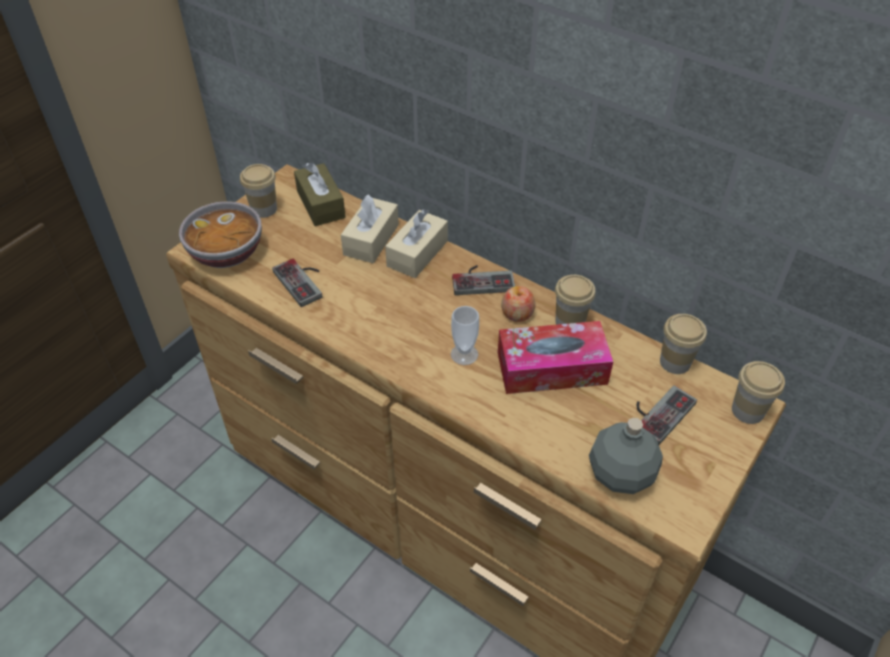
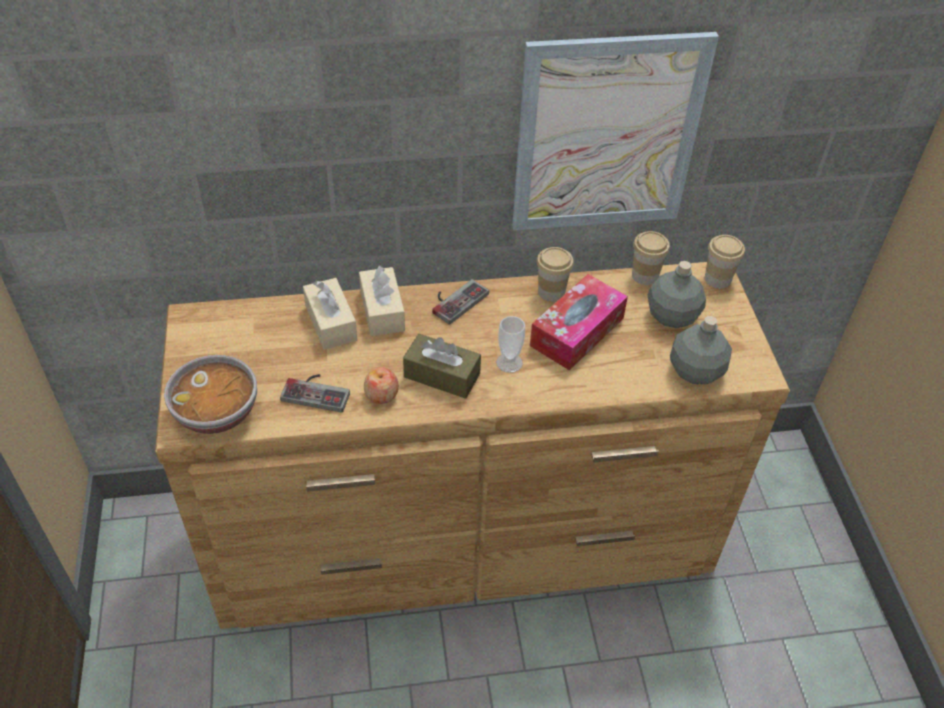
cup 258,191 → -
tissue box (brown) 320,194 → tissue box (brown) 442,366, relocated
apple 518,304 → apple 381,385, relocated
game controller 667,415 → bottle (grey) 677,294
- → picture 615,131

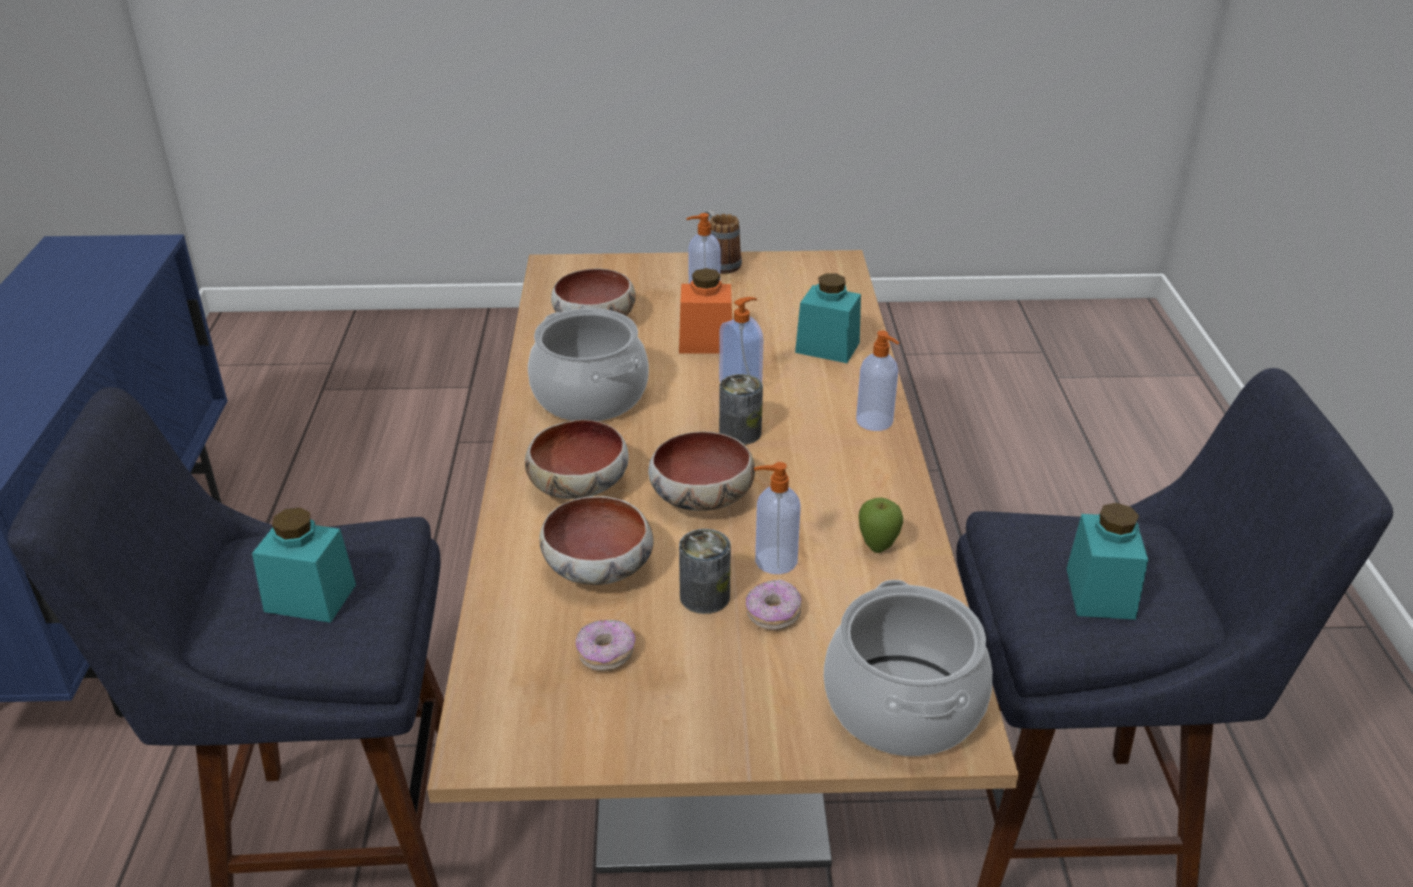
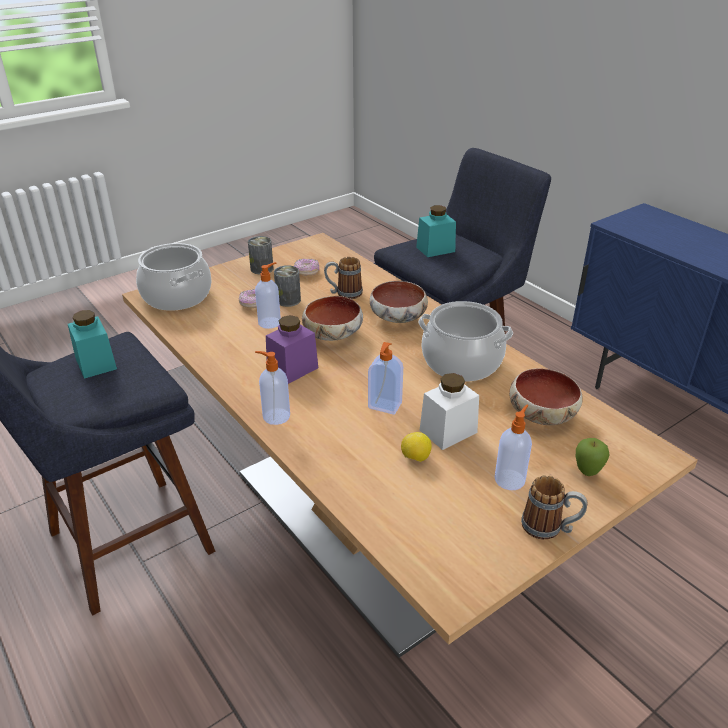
bowl 596,540 → mug 343,278
jar (orange) 705,311 → jar (white) 449,411
can 741,409 → can 261,255, relocated
jar (turquoise) 828,318 → -
apple 881,525 → apple 593,457, relocated
- → jar (purple) 292,349
- → lemon 416,447

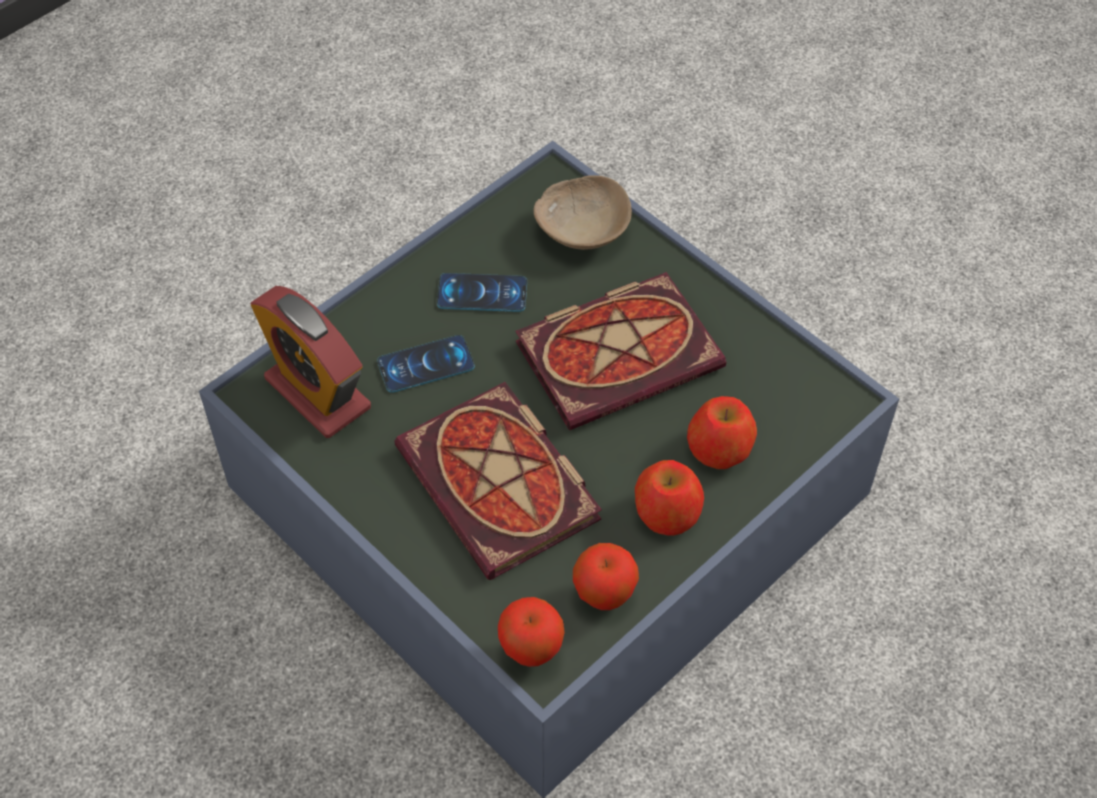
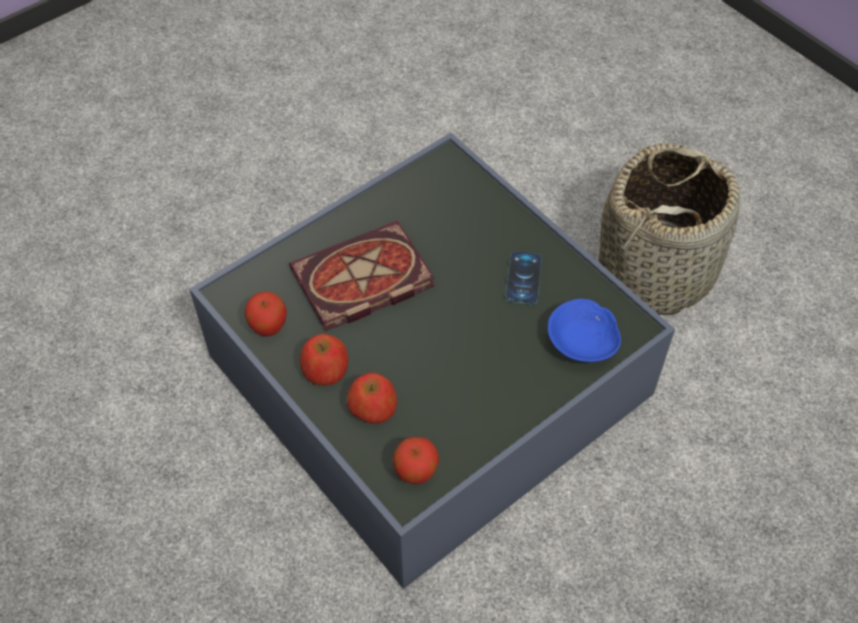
alarm clock 311,362 → -
phone 426,363 → -
apple 531,632 → apple 416,460, relocated
book 620,351 → -
bowl (beige) 583,212 → bowl (blue) 584,330
- → basket 669,229

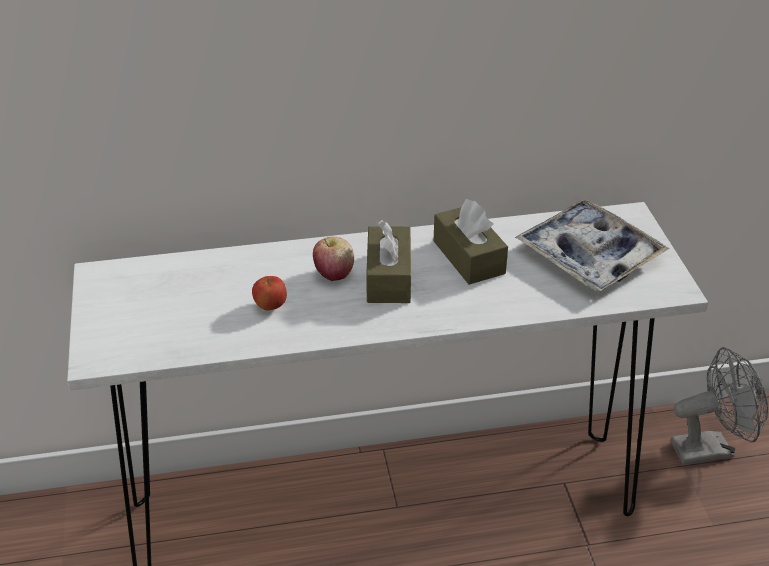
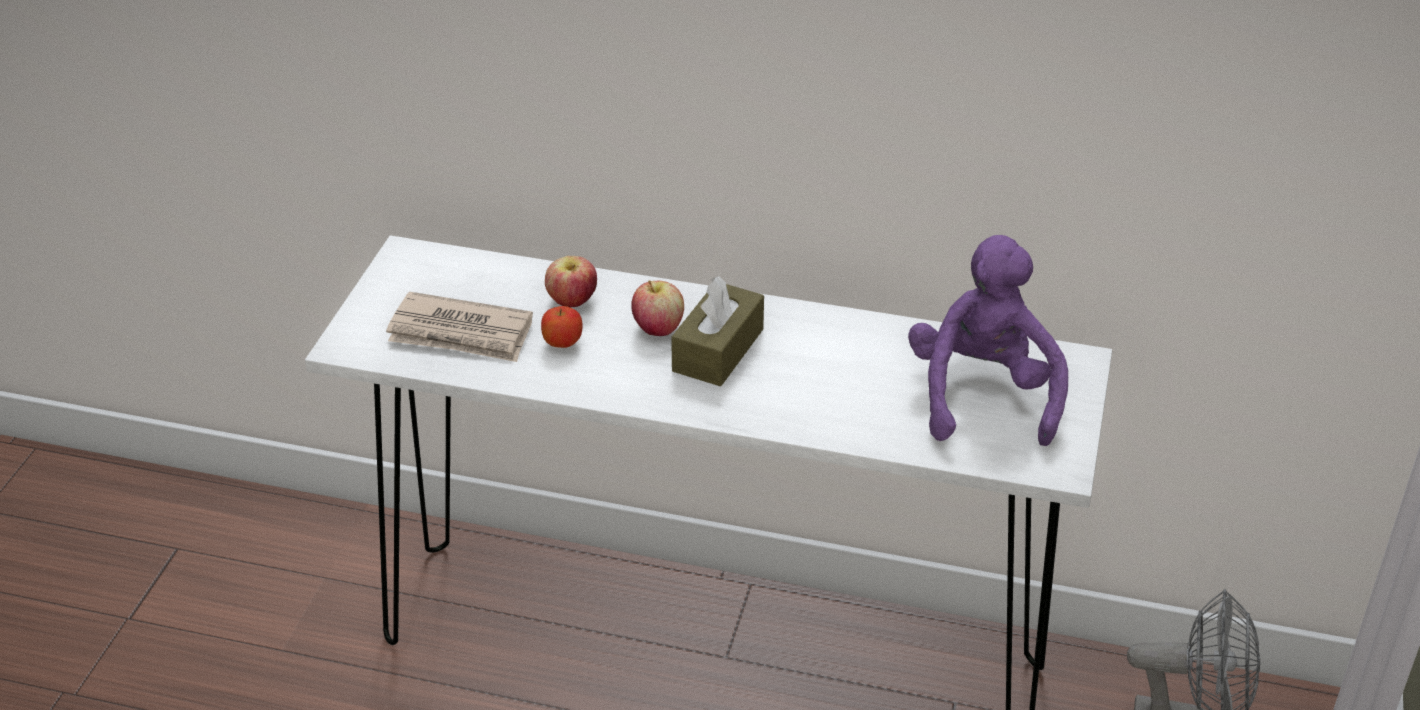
tissue box (brown) 470,242 → -
tray 592,245 → plush toy (purple) 988,340
- → newspaper 459,327
- → apple 571,281

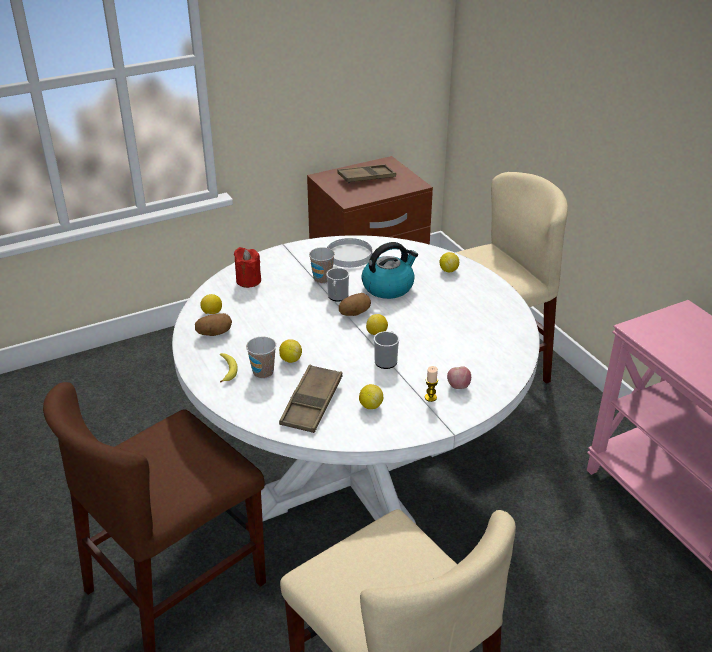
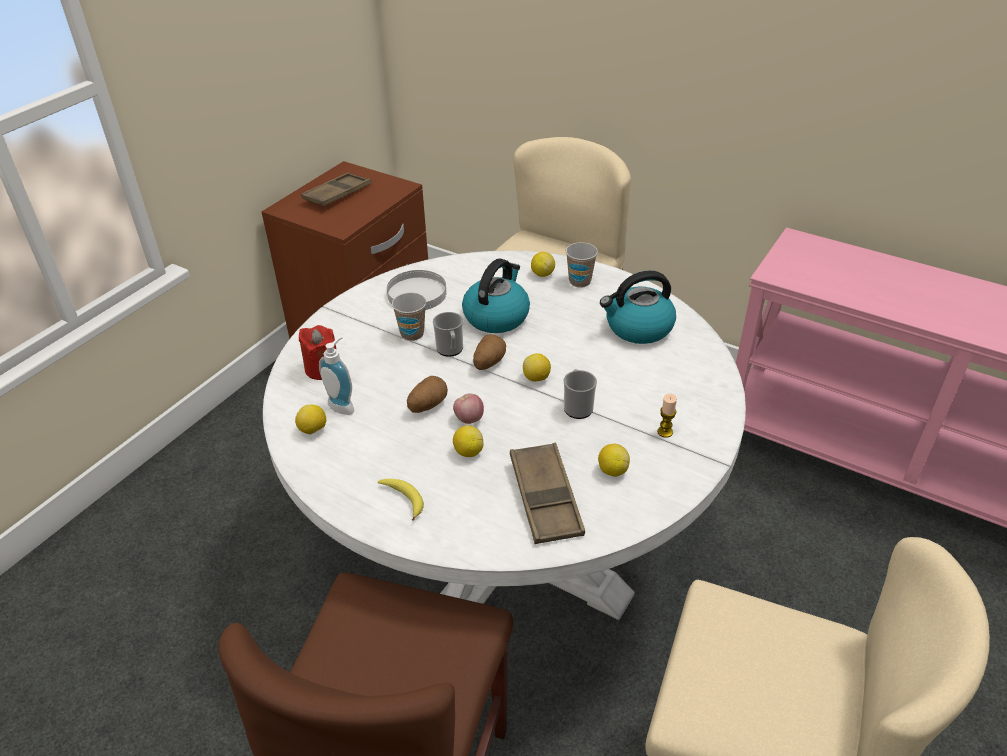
potato 213,324 → potato 427,394, relocated
cup 261,357 → cup 582,265, relocated
apple 459,377 → apple 468,408, relocated
- → soap dispenser 336,376
- → kettle 638,307

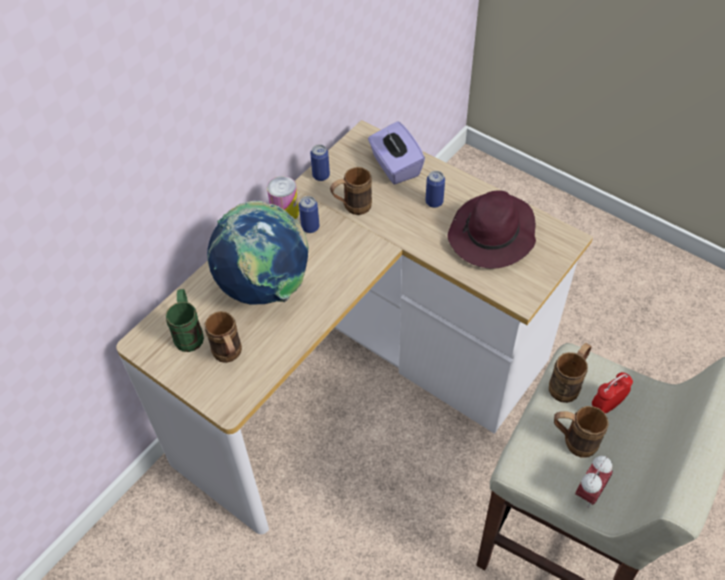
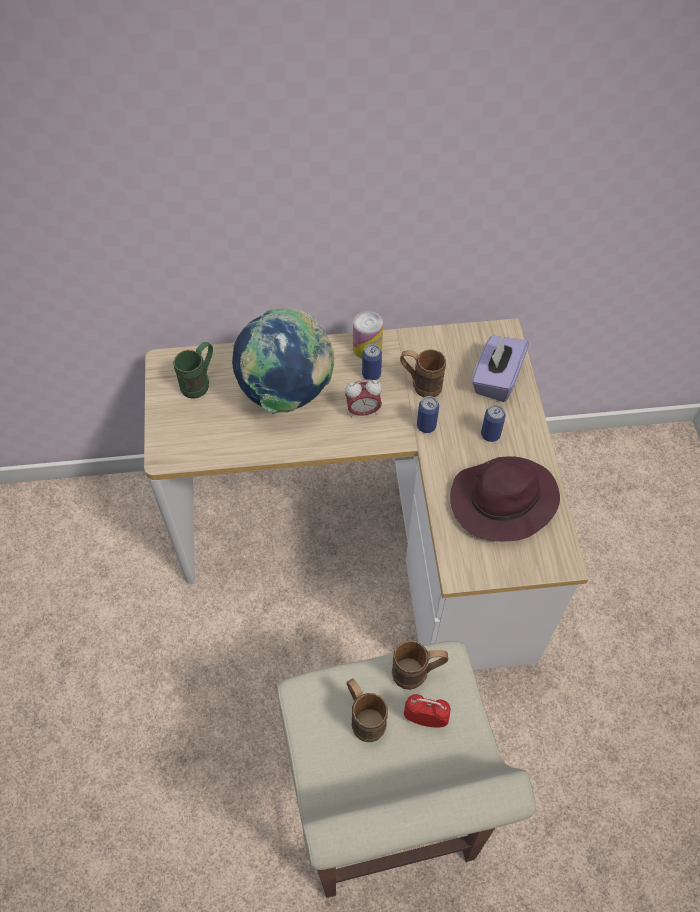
mug (brown) 223,337 → -
can 320,162 → can 428,414, relocated
alarm clock 594,482 → alarm clock 363,398, relocated

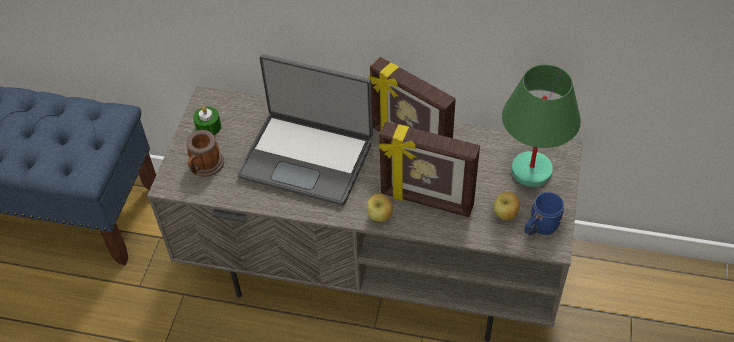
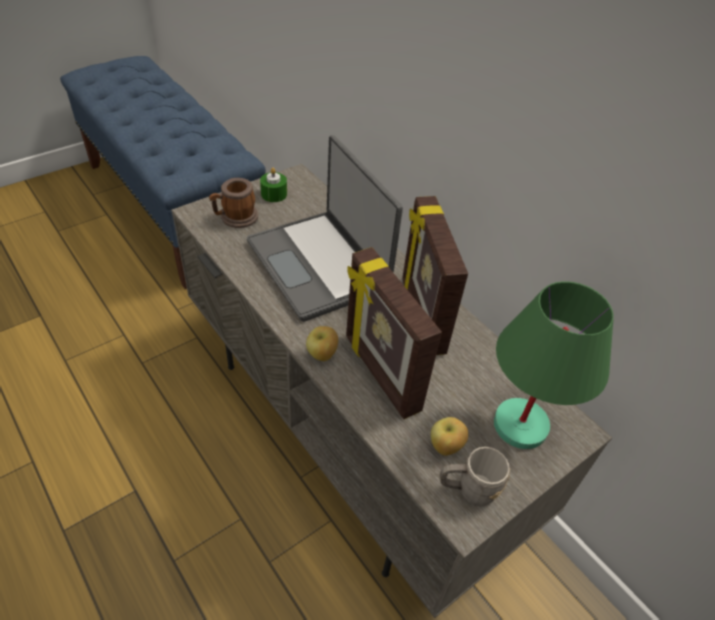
mug (blue) 544,213 → mug (grey) 475,476

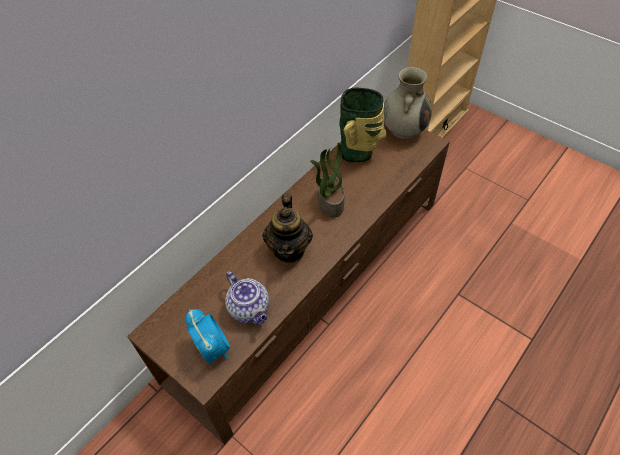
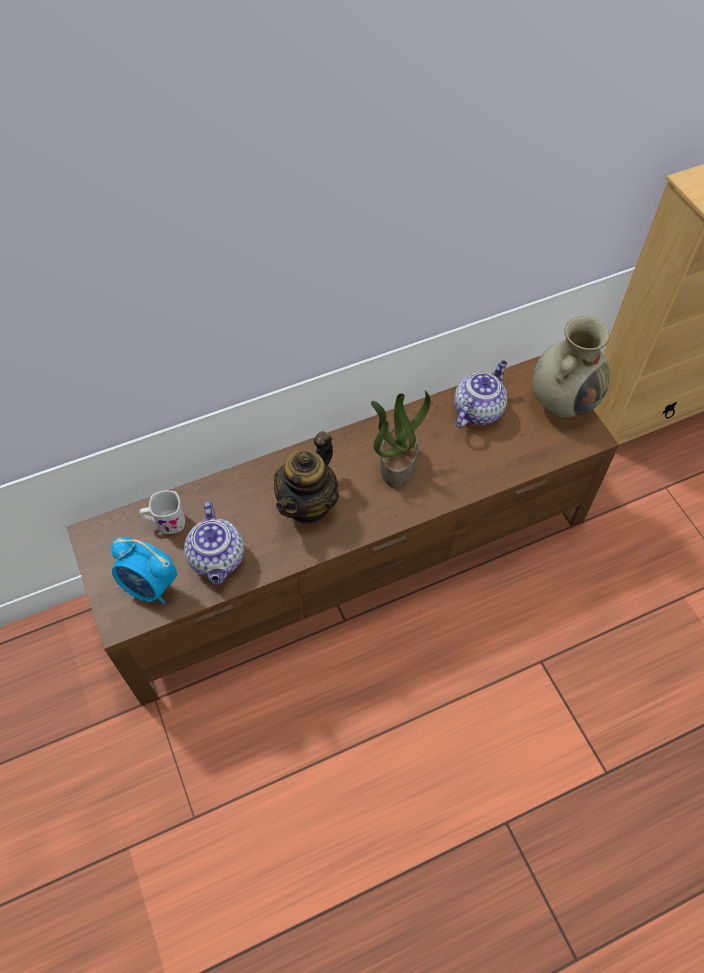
alarm clock 207,336 → alarm clock 144,570, 120 degrees clockwise
vase 363,125 → teapot 480,394
- → mug (white) 162,512

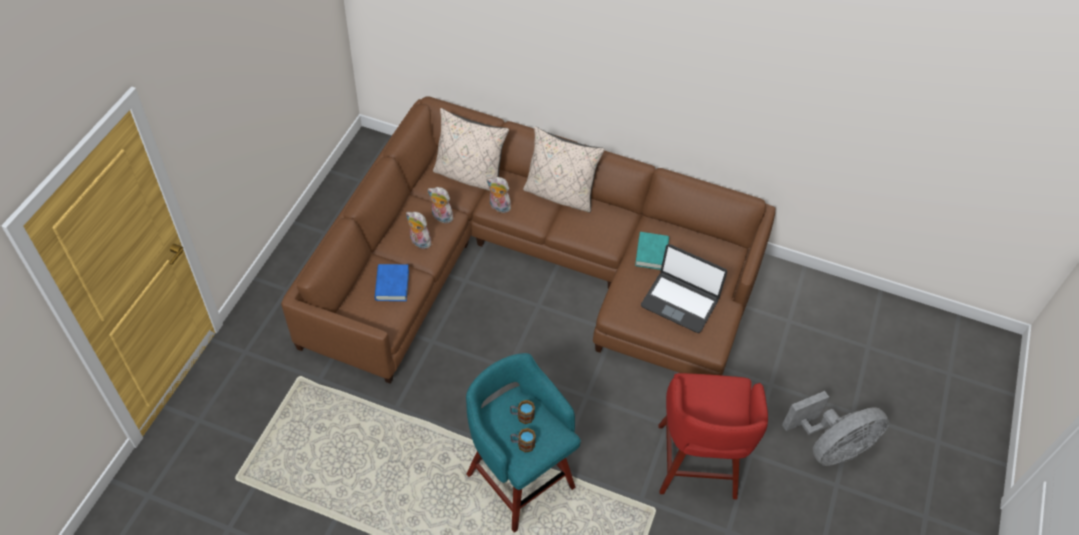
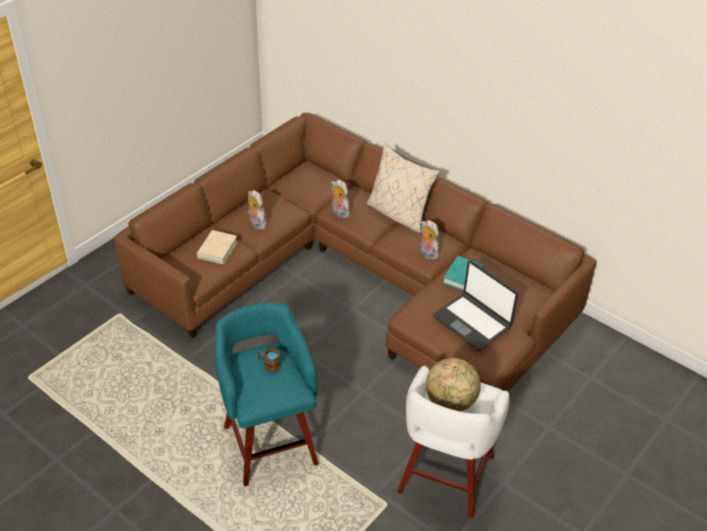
book (blue) 392,282 → book (beige) 217,247
plush toy 440,205 → plush toy 429,240, relocated
pillow (beige) 471,149 → -
mug 523,440 → -
stool (red) 713,436 → stool (white) 453,442
fan (grey) 835,428 → -
- → globe 453,385

